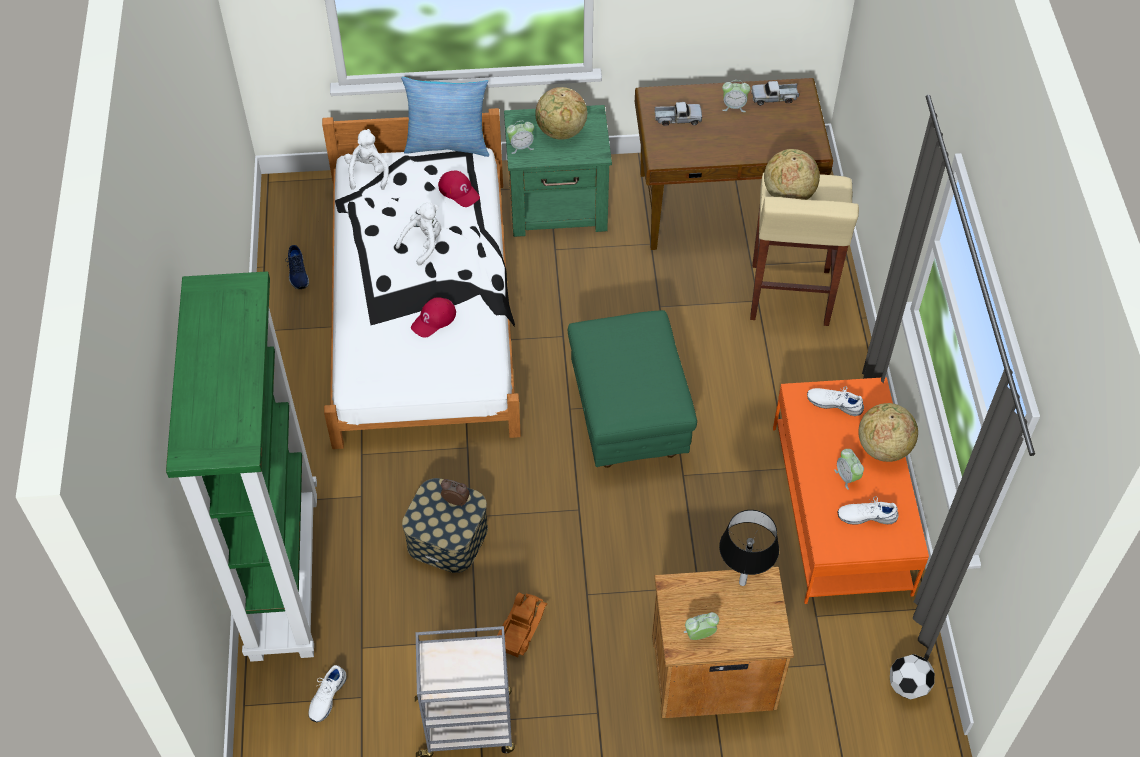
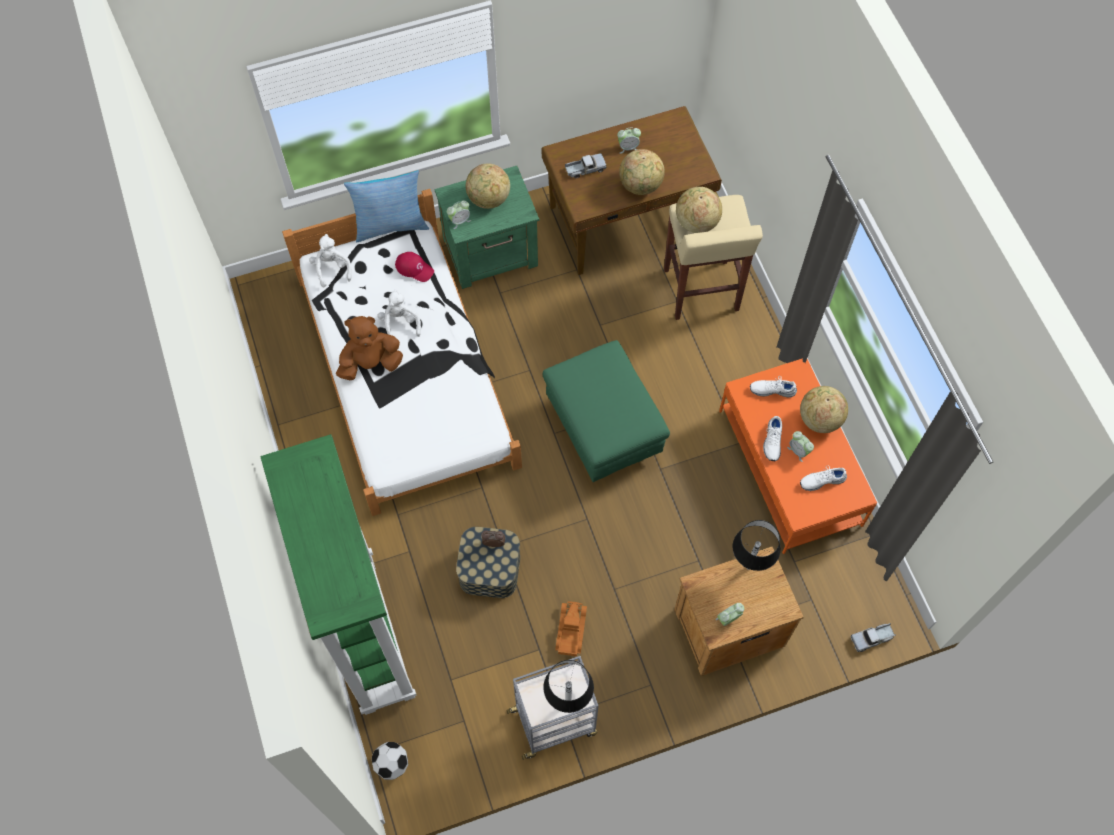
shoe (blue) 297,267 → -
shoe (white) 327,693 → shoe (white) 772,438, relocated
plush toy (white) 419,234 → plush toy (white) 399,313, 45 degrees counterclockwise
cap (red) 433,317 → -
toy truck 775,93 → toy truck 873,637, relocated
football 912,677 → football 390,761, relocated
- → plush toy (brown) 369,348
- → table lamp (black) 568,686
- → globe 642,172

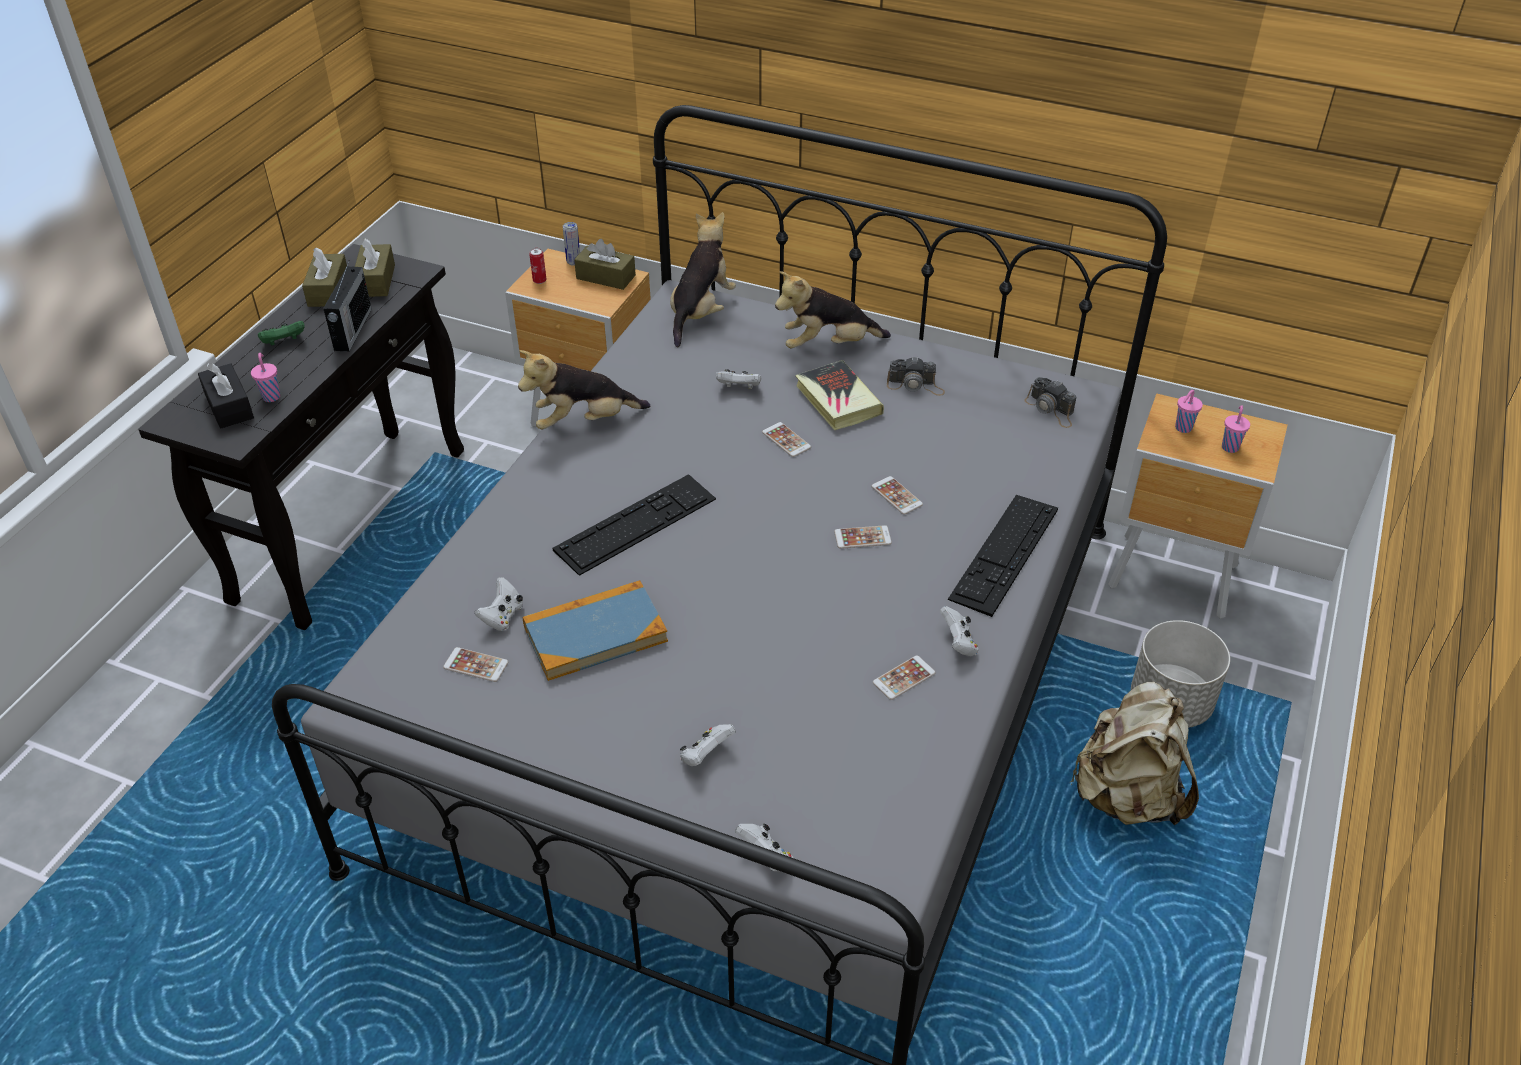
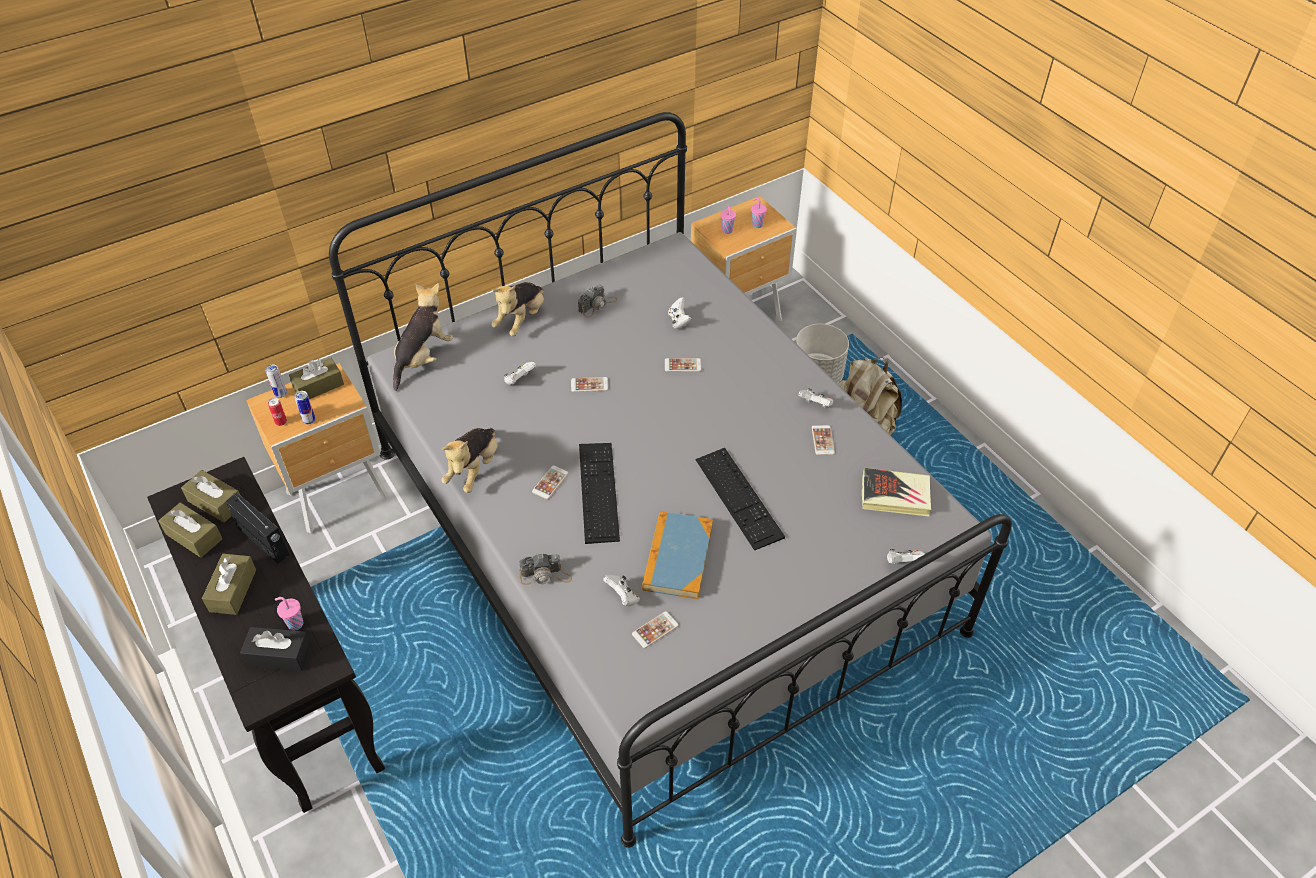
game controller (green) 281,333 → tissue box (brown) 229,584
plush toy 703,279 → plush toy 423,337, 60 degrees clockwise
game controller (white) 708,745 → game controller (white) 680,313, relocated
book 839,395 → book 896,492, relocated
phone 863,537 → phone 550,482, relocated
keyboard 1003,556 → keyboard 740,499, relocated
photo camera 1050,402 → photo camera 545,569, relocated
- → can 304,407

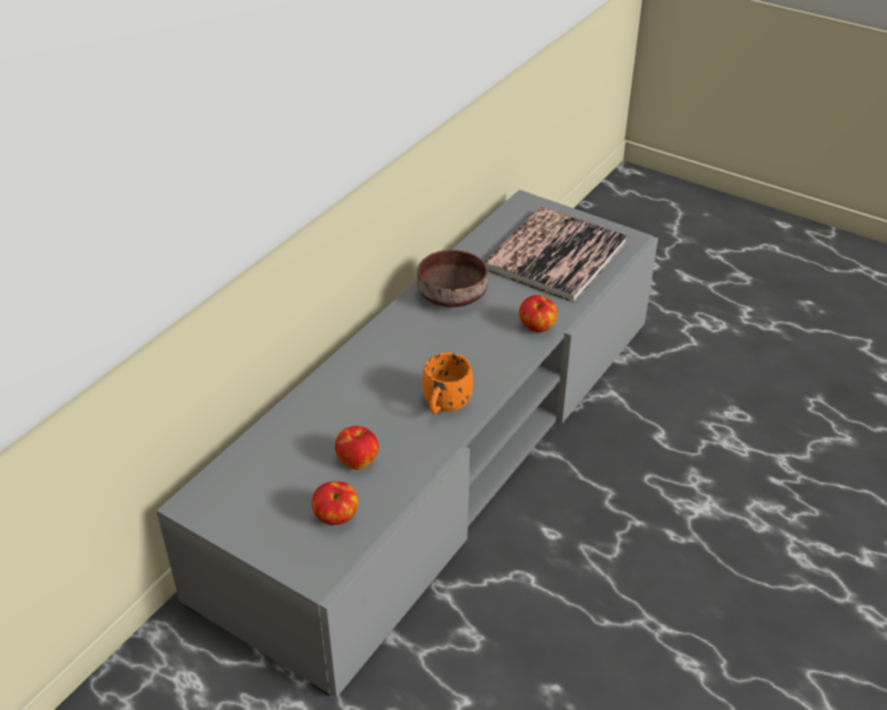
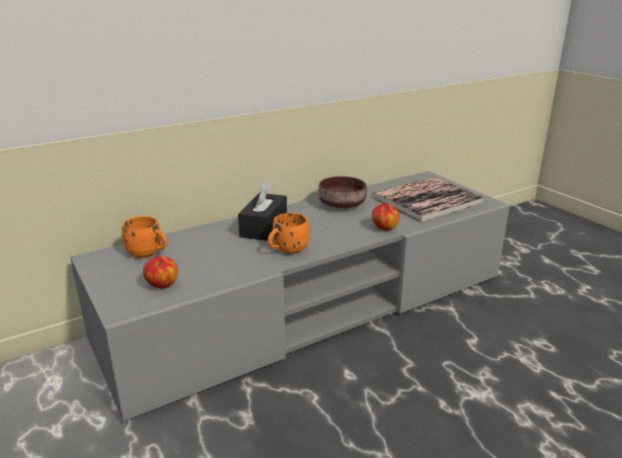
apple 357,448 → -
- → mug (orange) 144,237
- → tissue box (black) 262,211

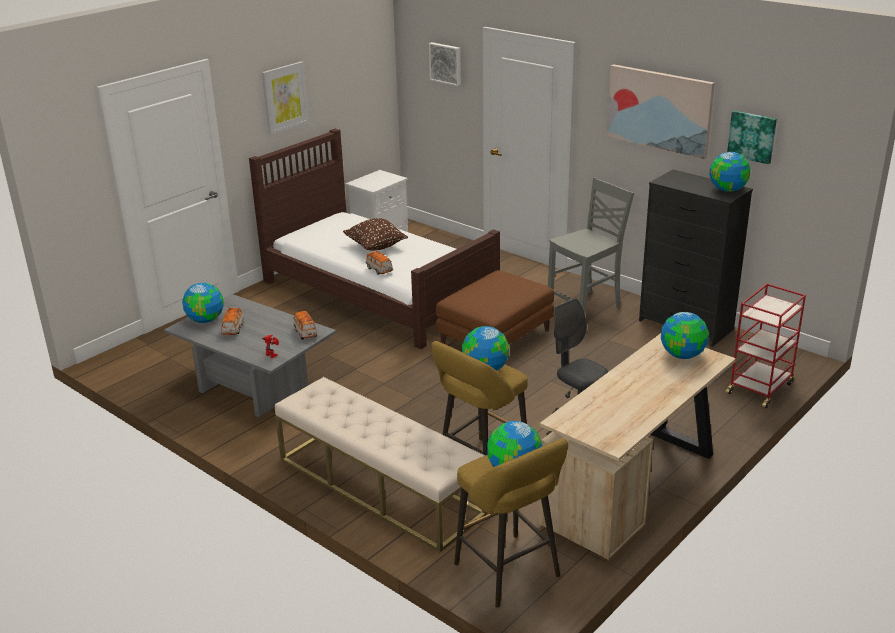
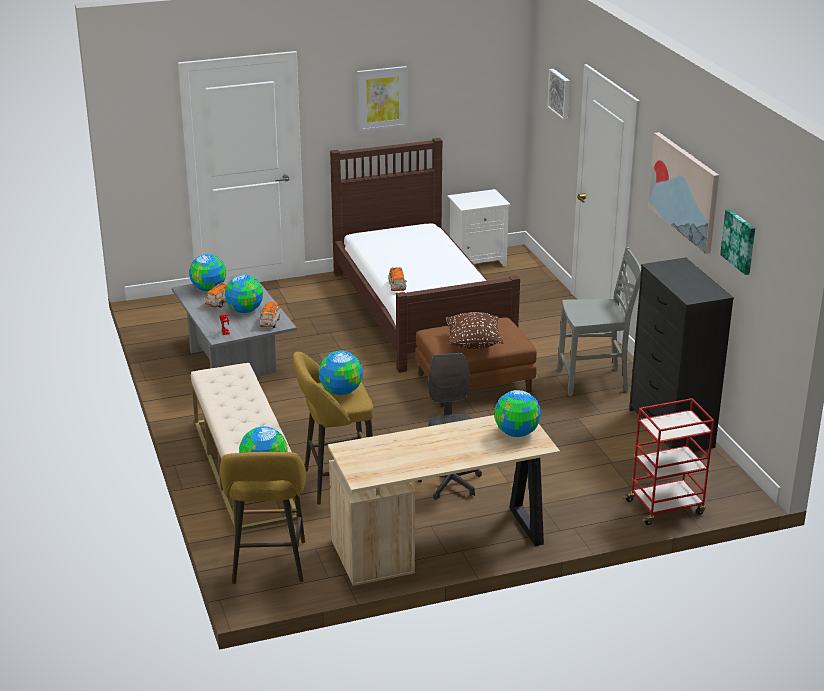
pillow (brown) 375,234 → pillow (brown) 474,330, relocated
globe 730,172 → globe 244,294, relocated

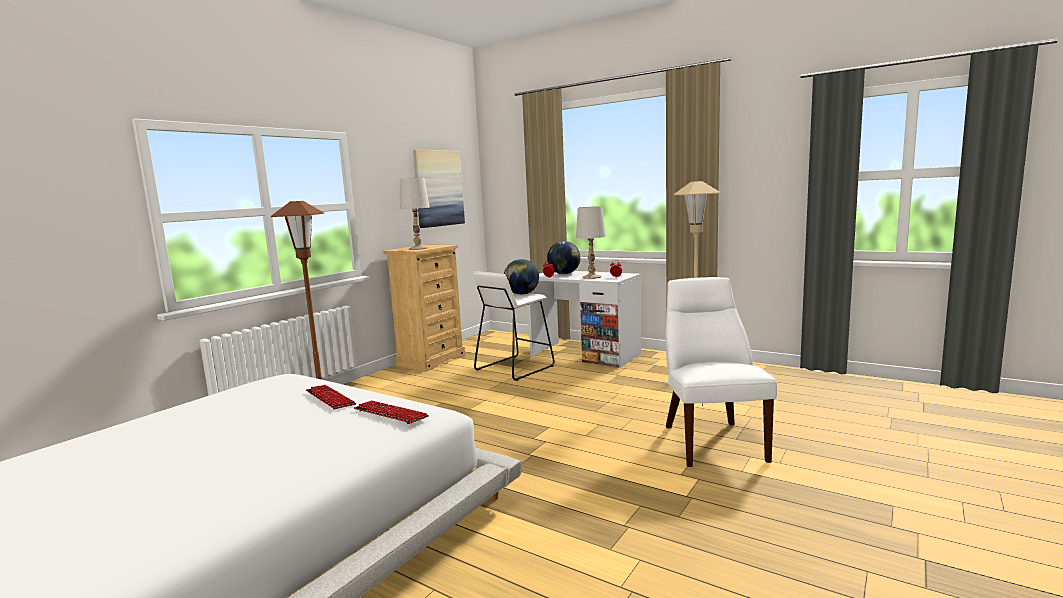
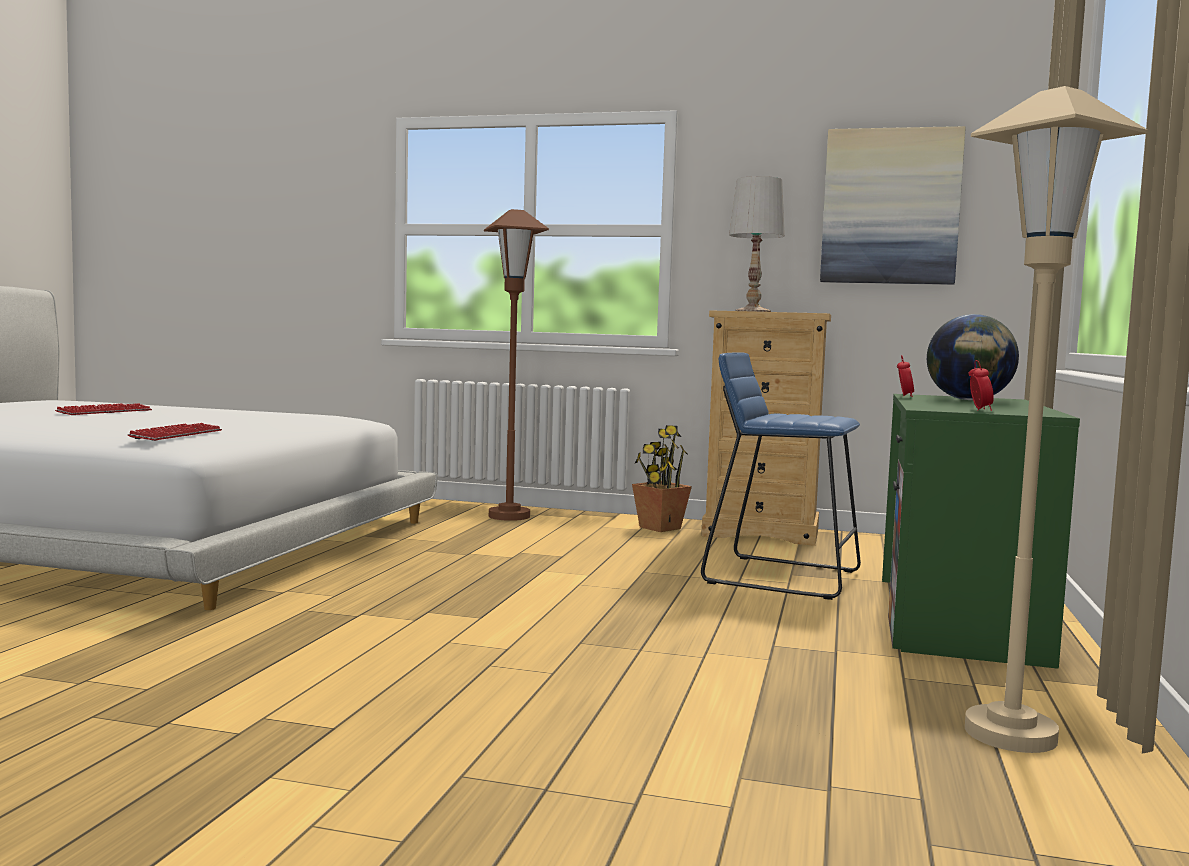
keyboard 331,397 → keyboard 103,409, relocated
stool (white) 514,326 → stool (blue) 781,476
globe 521,277 → -
desk (white) 584,319 → desk (green) 981,531
table lamp (white) 591,242 → -
chair (white) 721,372 → -
- → potted plant 662,478

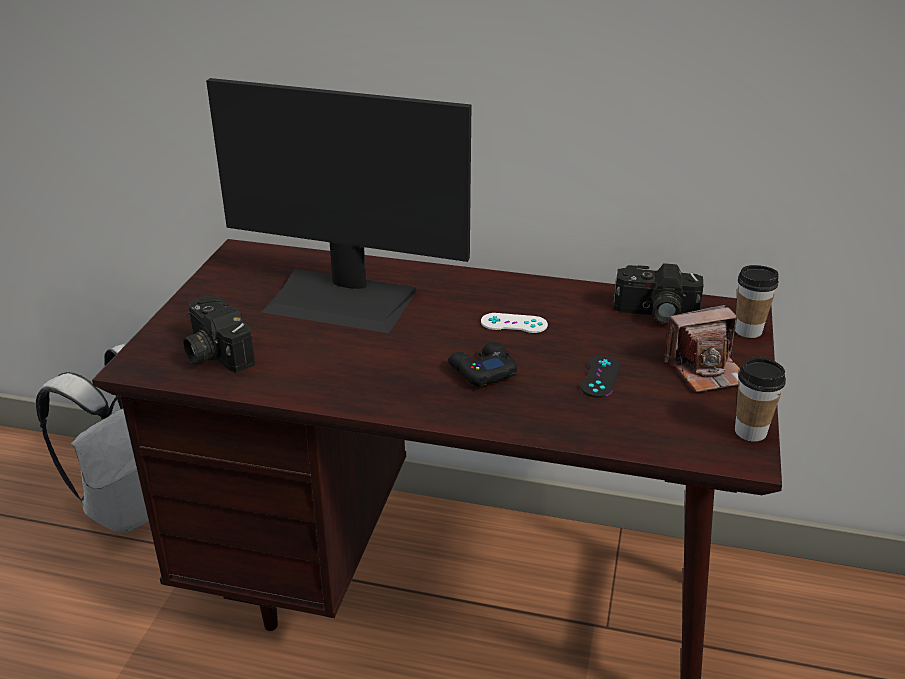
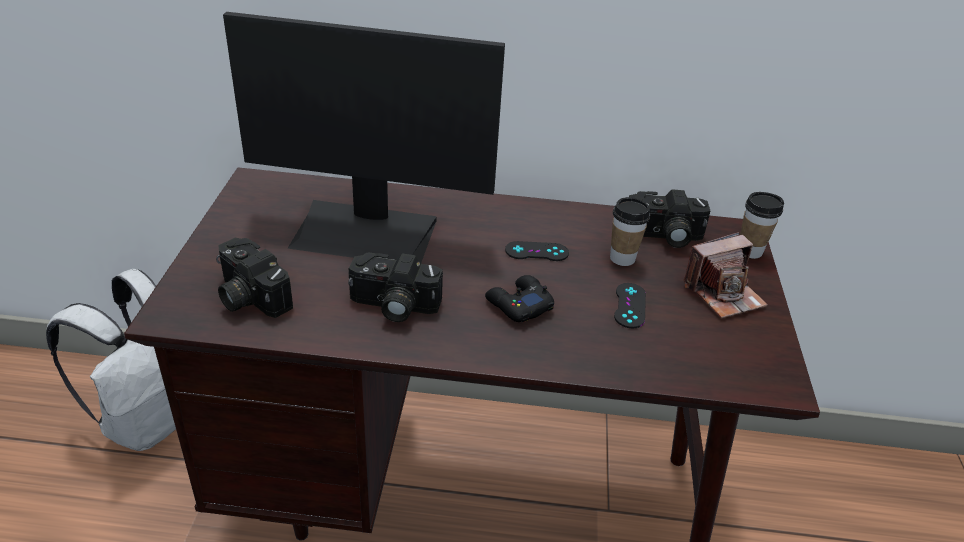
game controller (white) 514,323 → game controller (black) 537,251
cup 760,399 → cup 630,231, relocated
- → photo camera 395,287

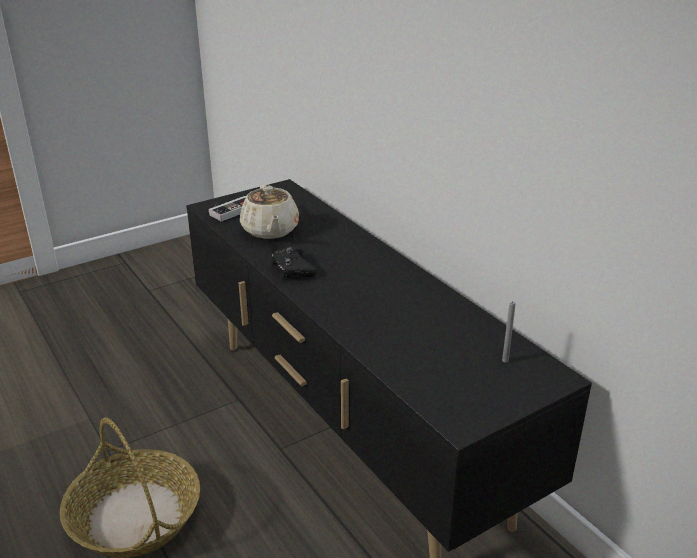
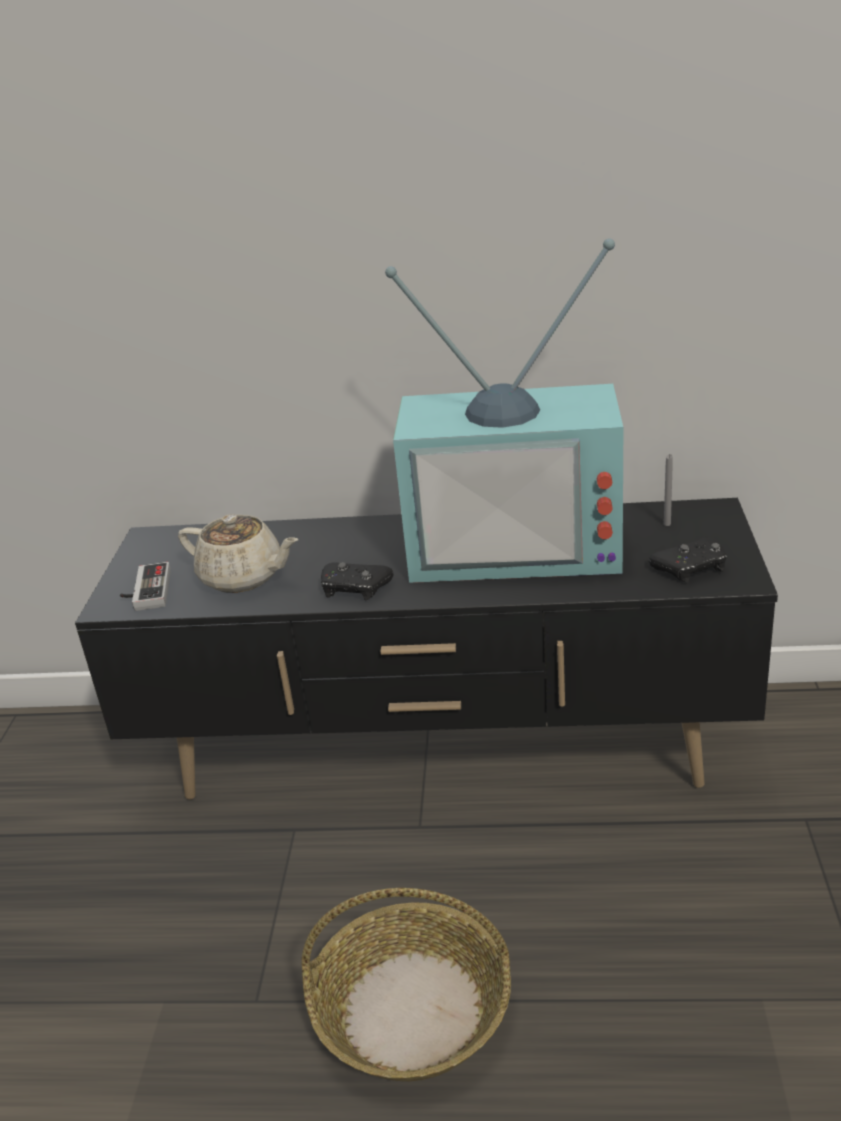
- → television 504,410
- → game controller (black) 687,559

